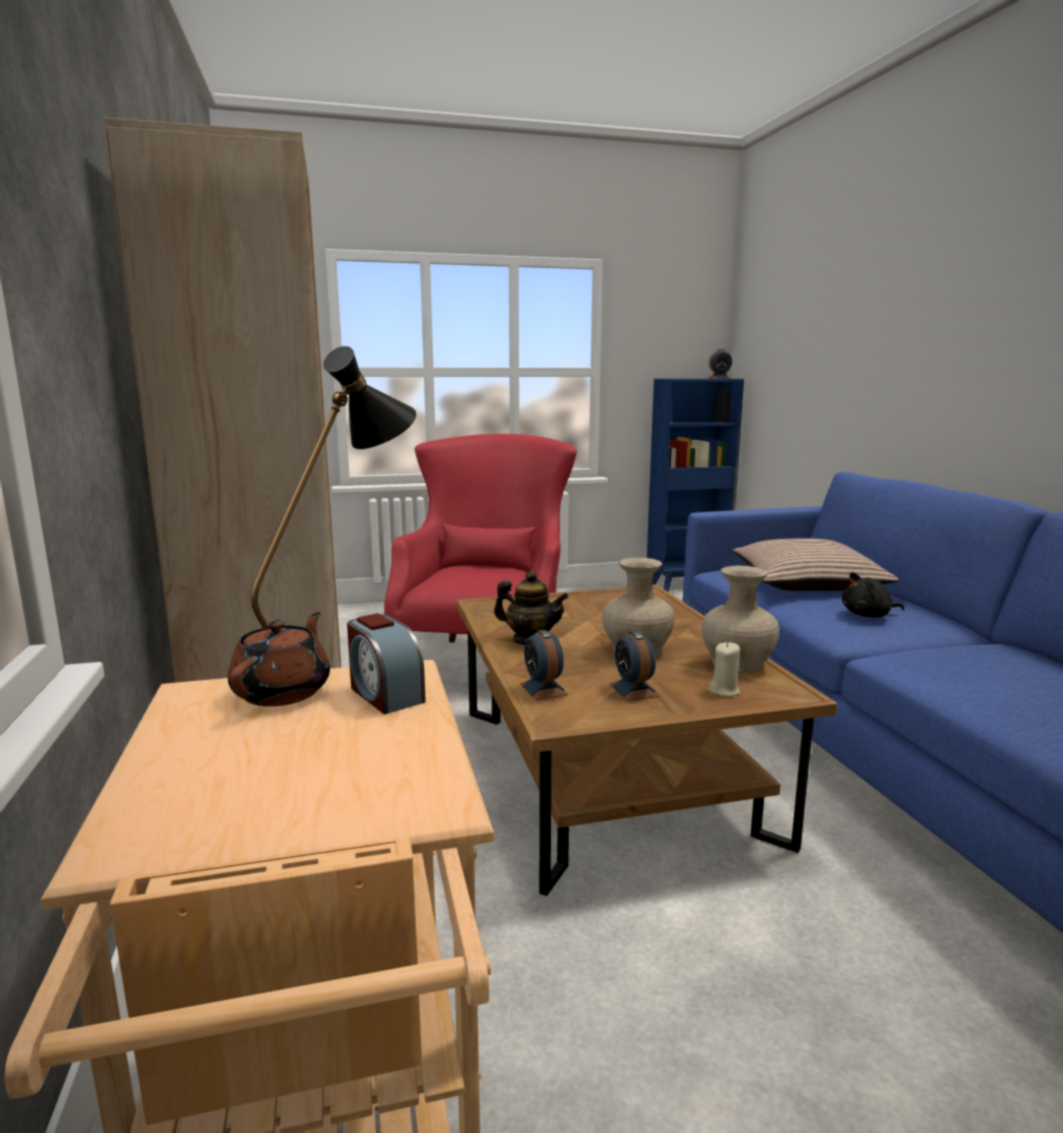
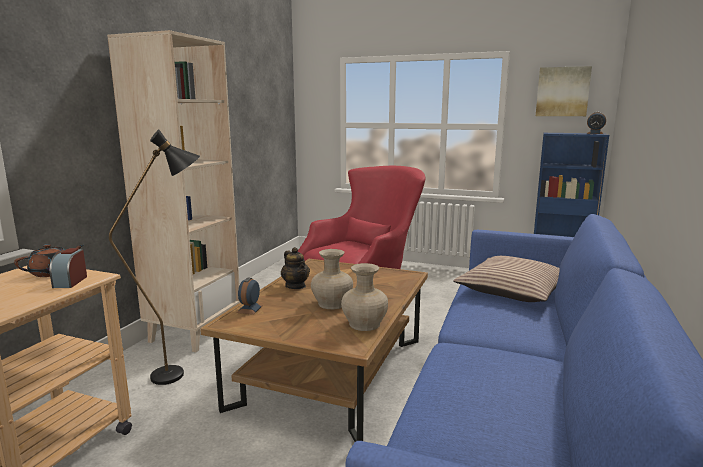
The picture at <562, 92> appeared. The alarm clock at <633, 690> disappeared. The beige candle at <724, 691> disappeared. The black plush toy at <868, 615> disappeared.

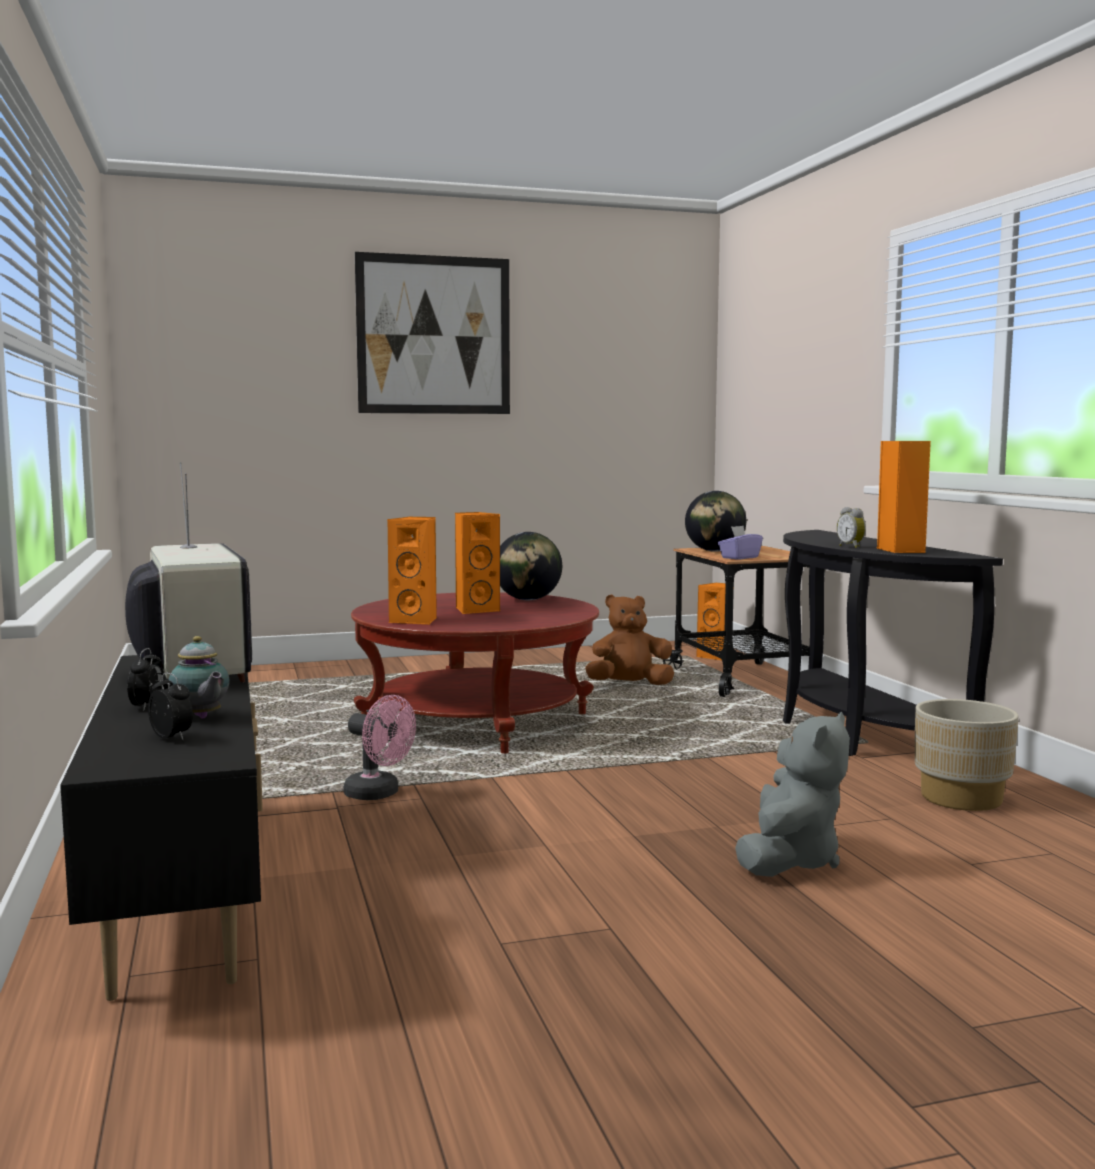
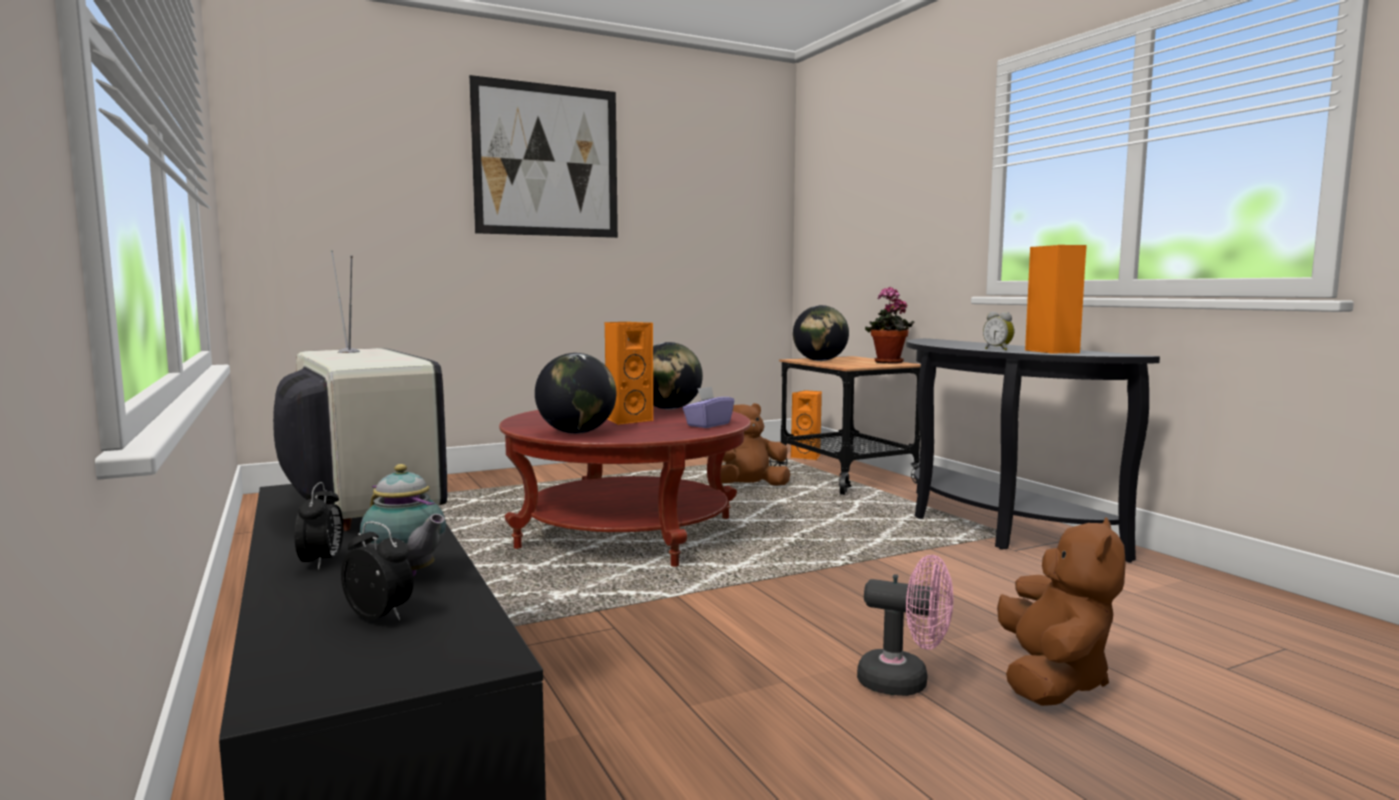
The orange speaker at <416, 620> was replaced by the globe at <576, 433>. The purple tissue box moved from <739, 558> to <708, 425>. The pink fan moved from <379, 794> to <905, 683>. The potted plant at <888, 362> appeared. The grey plush toy at <789, 860> became the brown plush toy at <1051, 679>. The beige planter at <961, 798> disappeared.

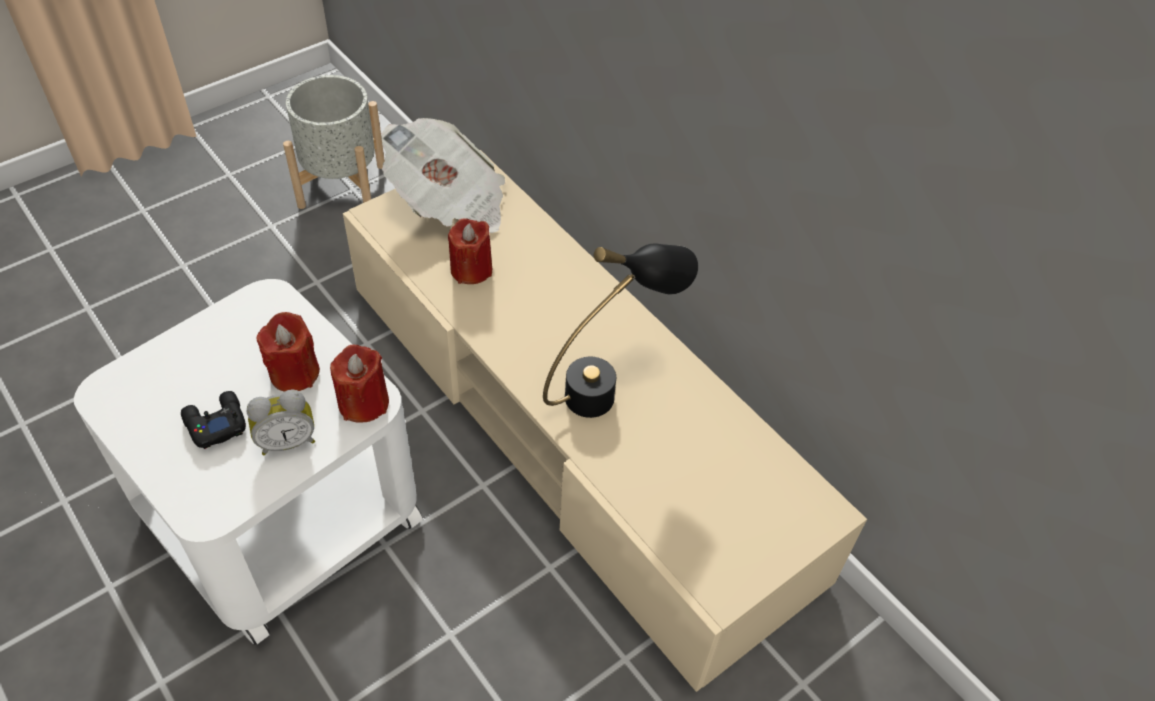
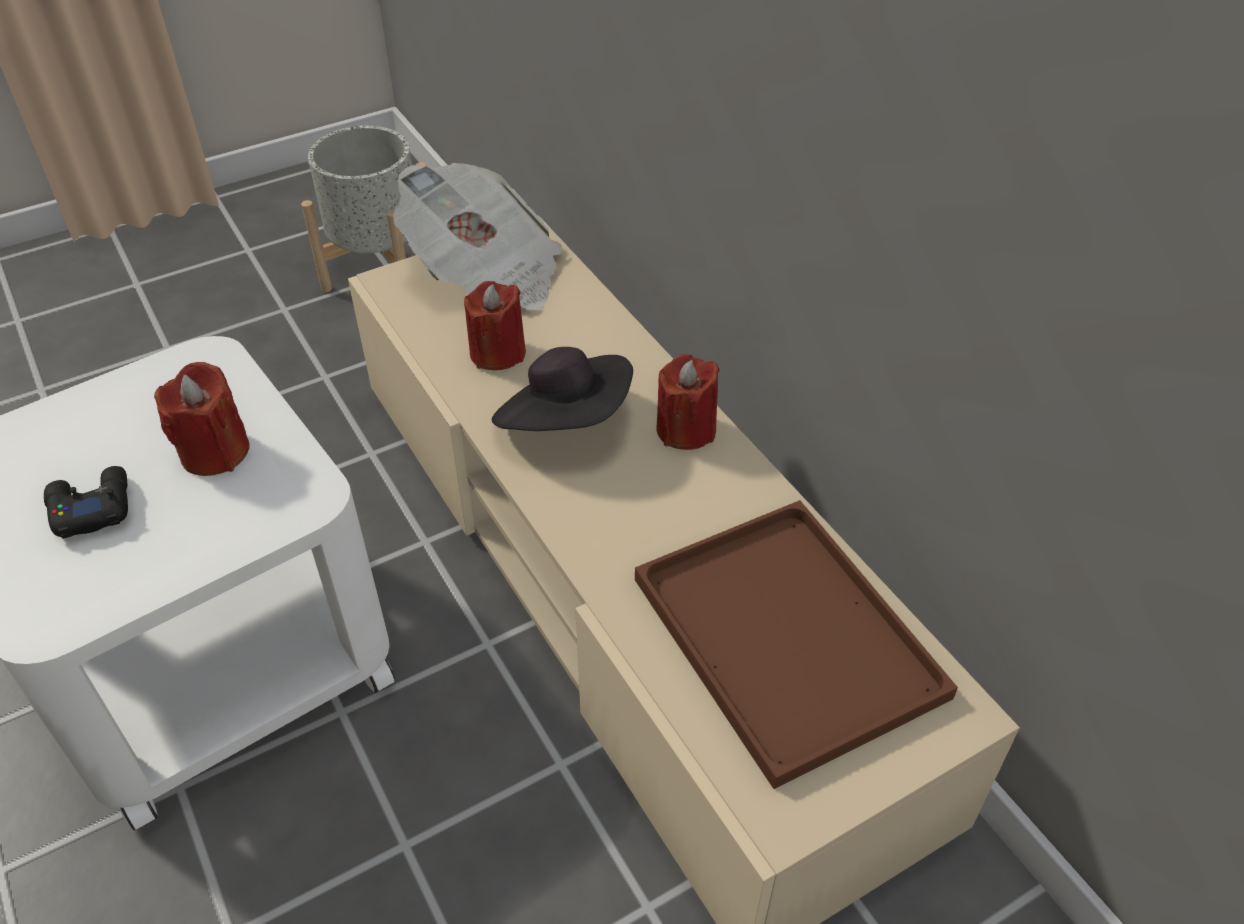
The black hat at <566, 422> appeared. The brown tray at <781, 634> appeared. The red candle moved from <363, 402> to <686, 429>. The alarm clock at <287, 441> disappeared. The black table lamp at <610, 387> disappeared.

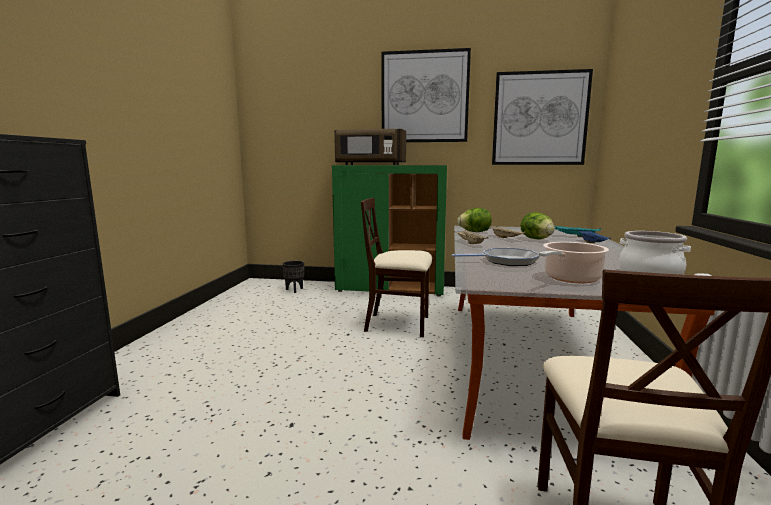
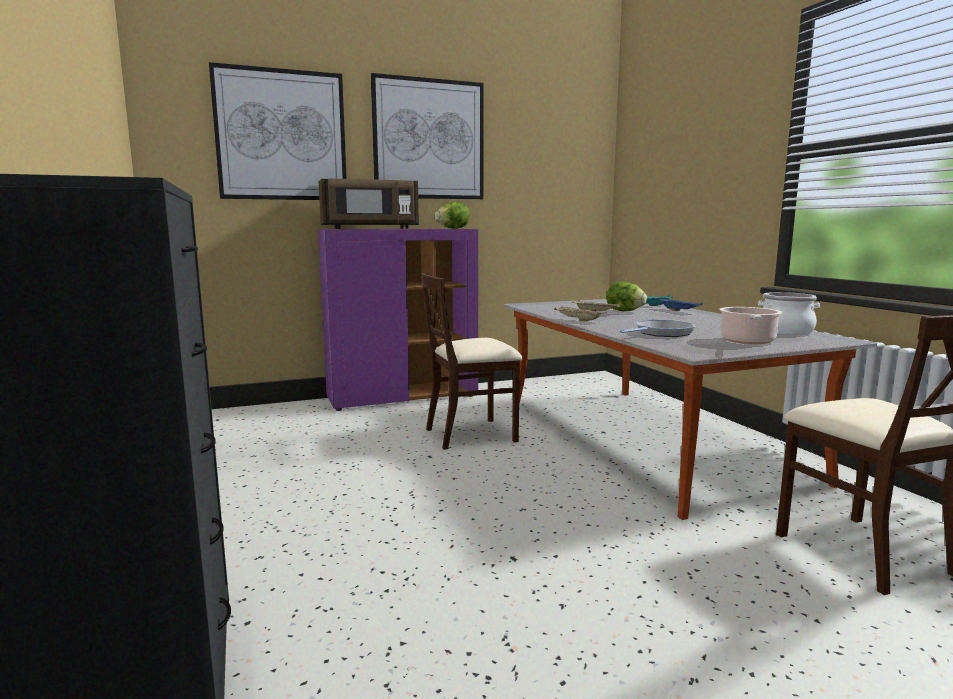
The picture moved from <540, 119> to <281, 135>. The green cabinet at <391, 289> became the purple cabinet at <403, 397>. The lettuce moved from <475, 232> to <453, 228>. The black planter at <294, 290> disappeared.

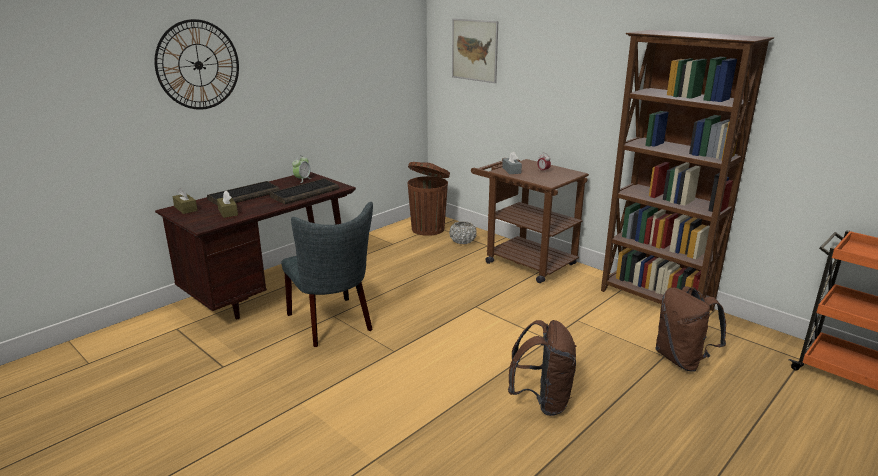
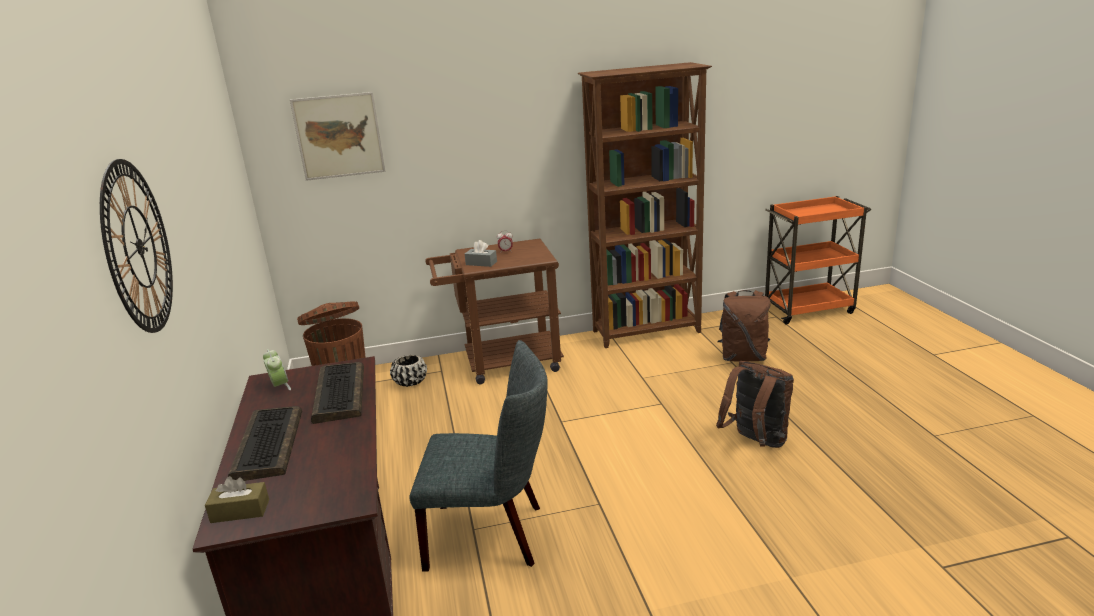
The white planter at <462, 241> became the black planter at <410, 382>. The brown tissue box at <228, 212> disappeared.

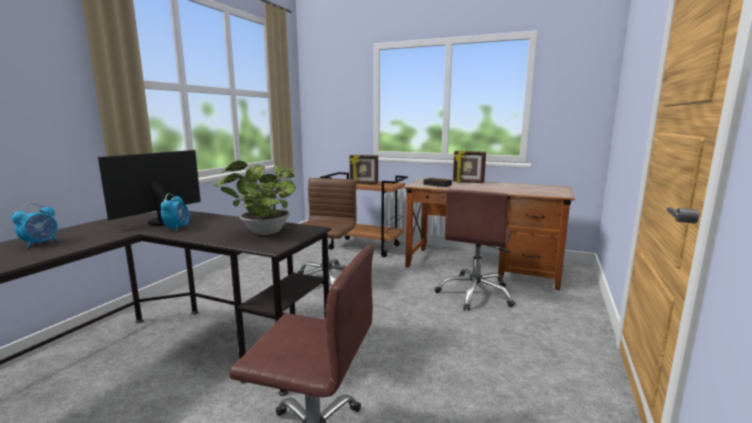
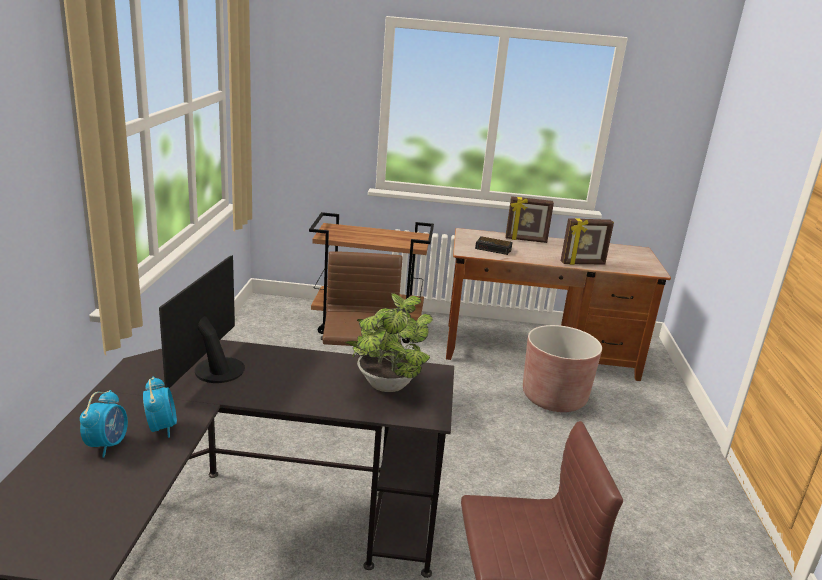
The alarm clock moved from <177, 228> to <161, 428>. The brown office chair at <475, 294> was replaced by the brown planter at <554, 398>. The picture frame moved from <363, 183> to <583, 263>.

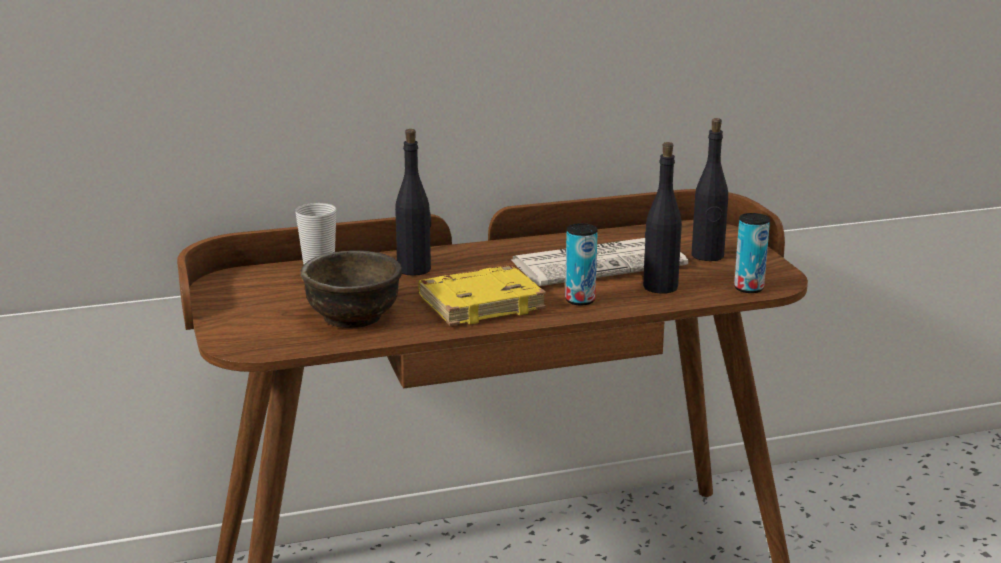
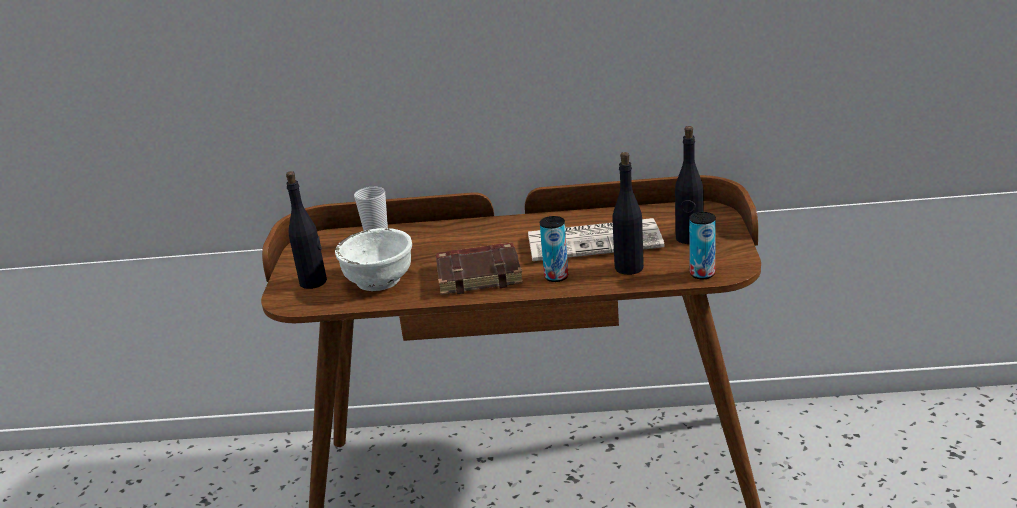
The black bottle moved from <414, 269> to <313, 282>. The brown bowl at <352, 316> became the white bowl at <379, 280>. The yellow book at <481, 303> became the brown book at <479, 274>.

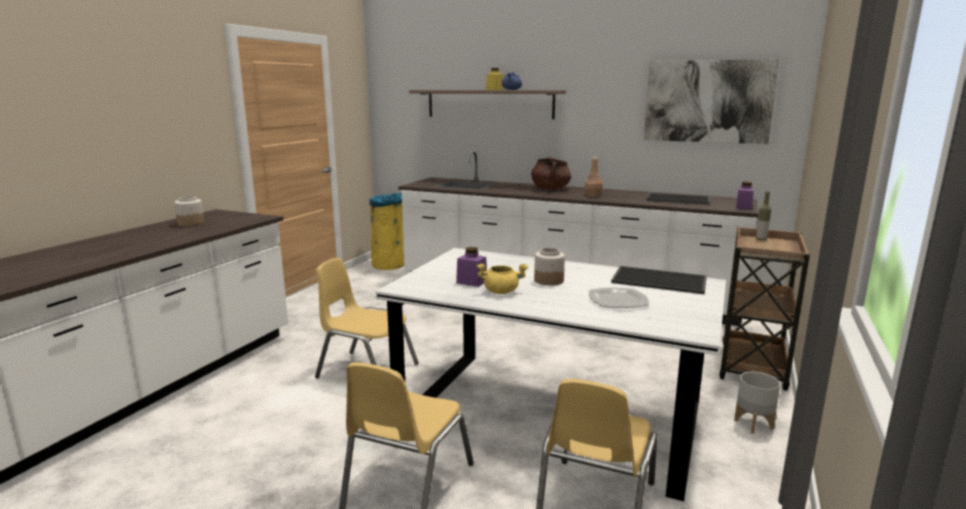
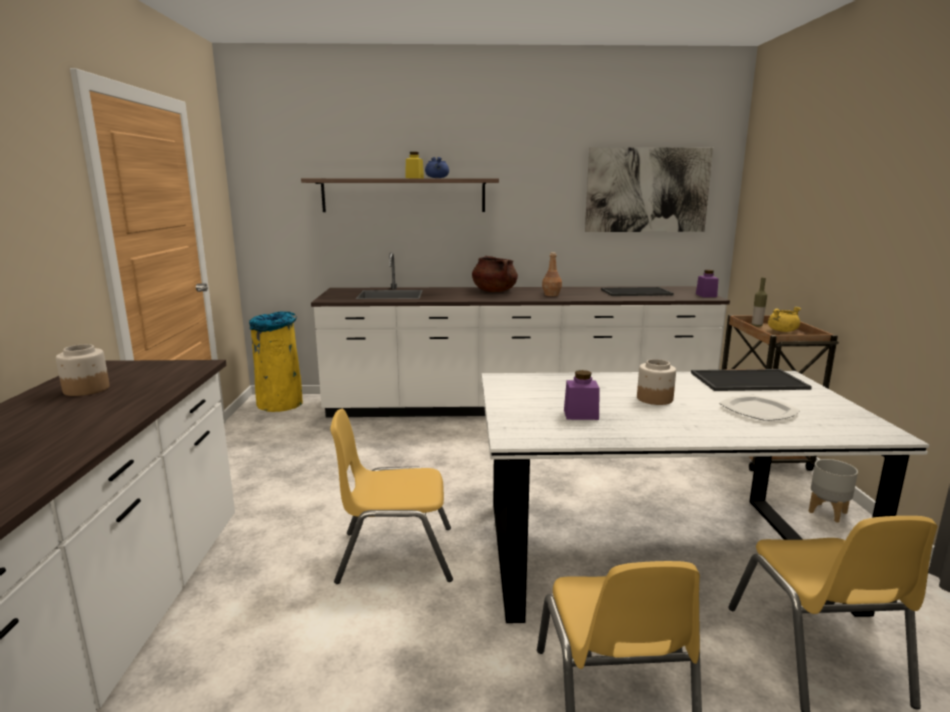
The yellow cooking pot moved from <501, 291> to <782, 330>.

